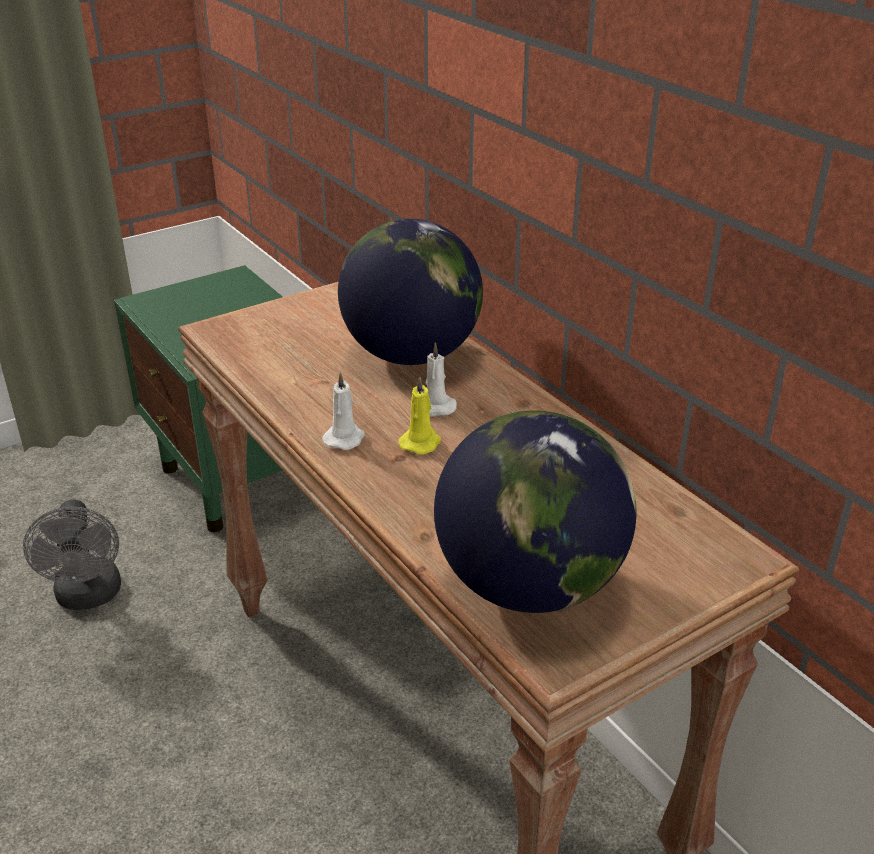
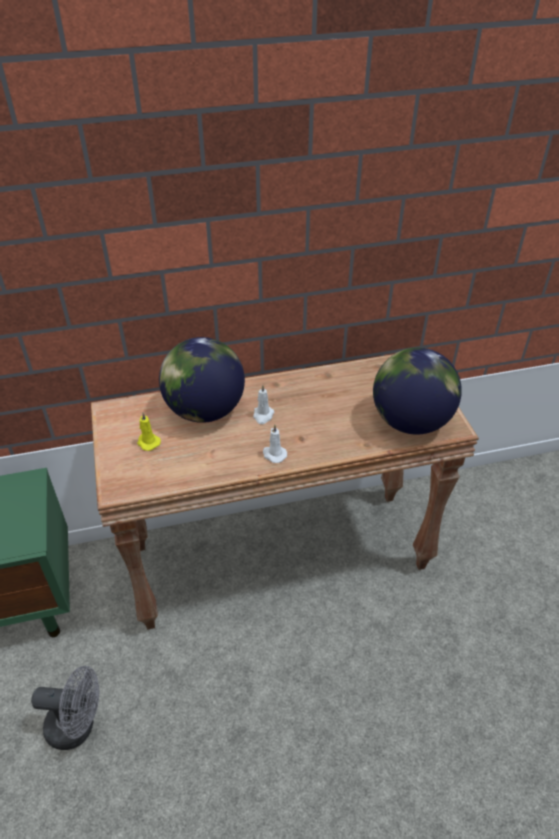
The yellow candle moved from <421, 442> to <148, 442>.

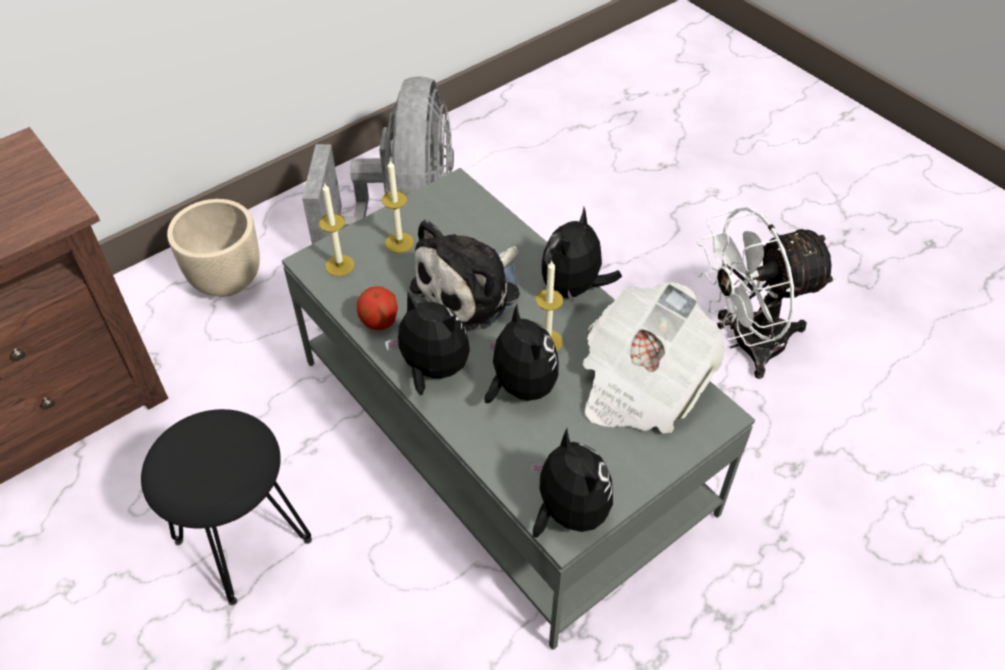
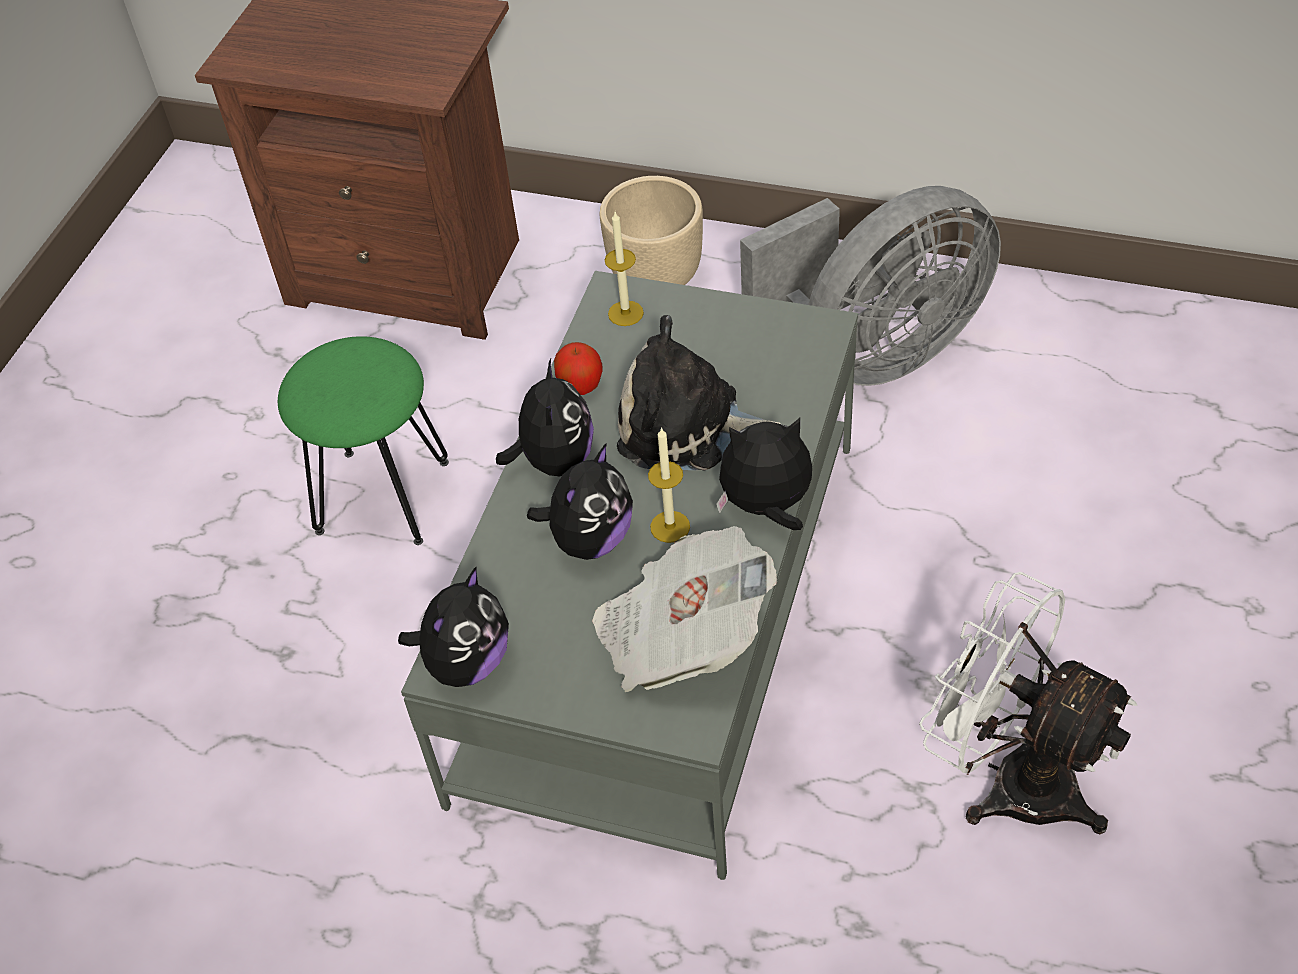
The black stool at <242, 539> became the green stool at <383, 495>. The candle at <399, 242> disappeared.

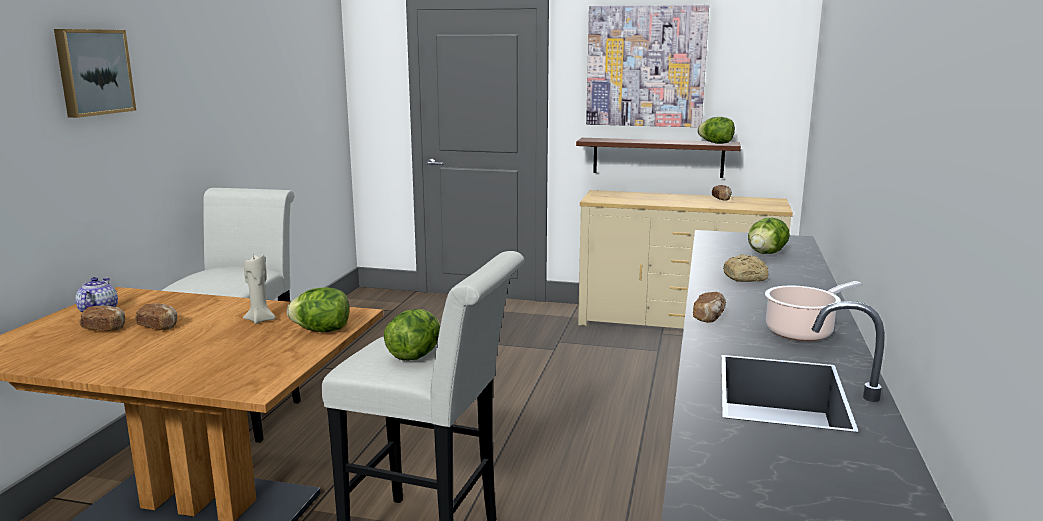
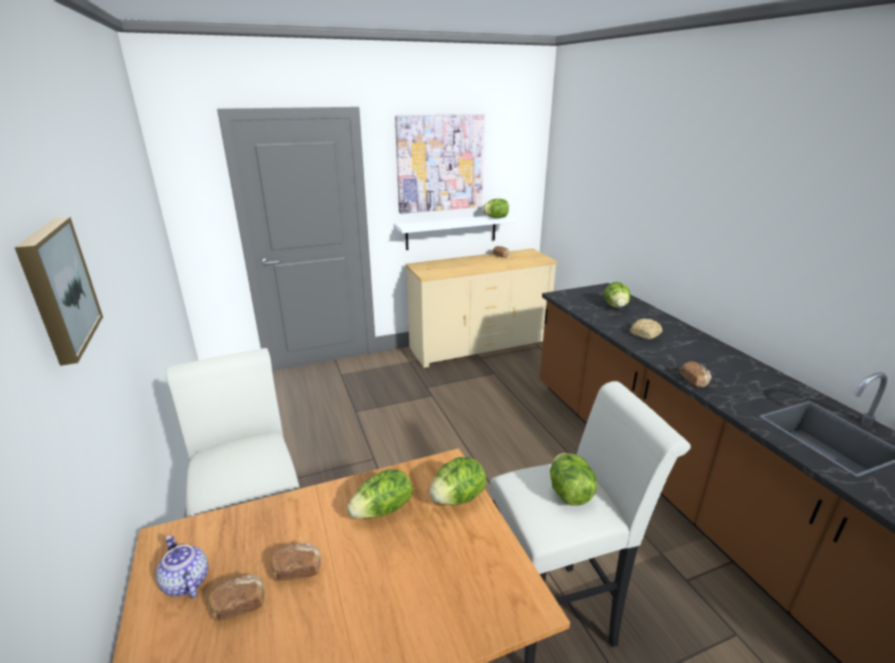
The beige candle at <260, 320> was replaced by the lettuce at <383, 509>. The brown shelf at <657, 157> became the white shelf at <451, 231>. The cooking pot at <802, 331> disappeared.

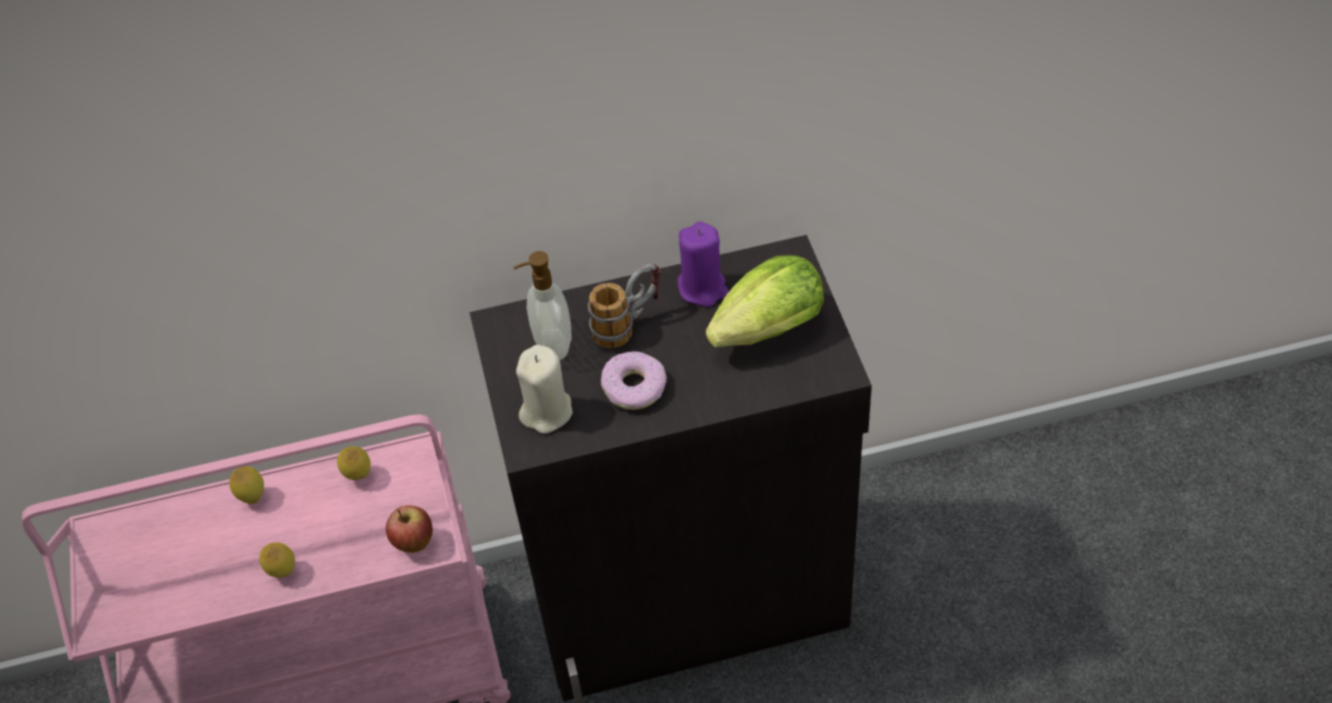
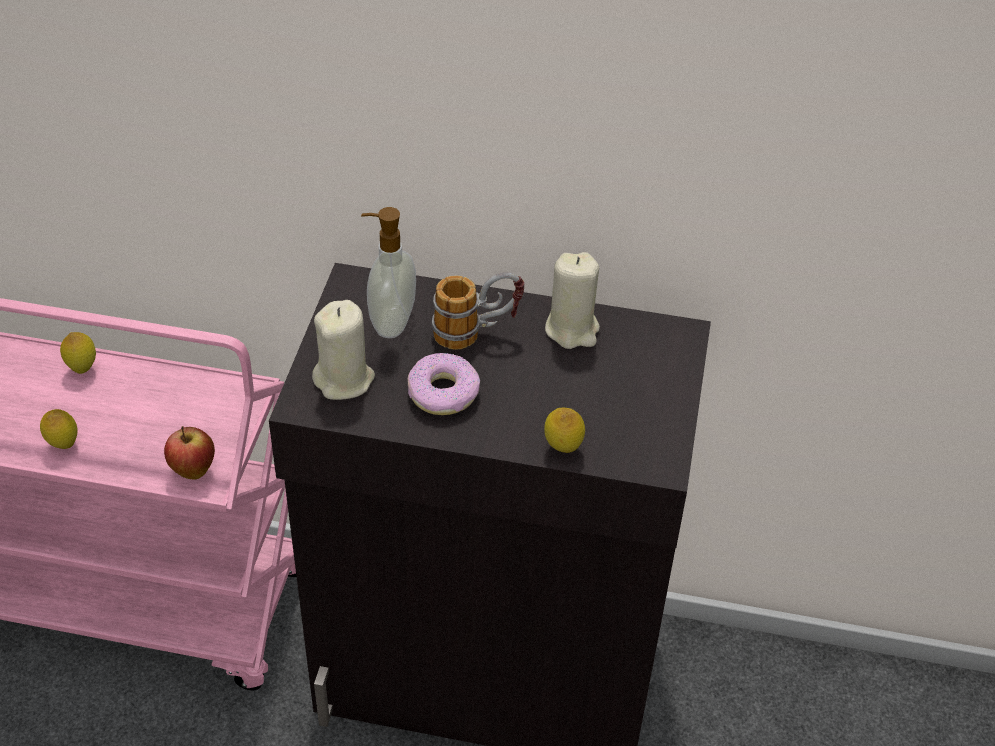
The lemon moved from <358, 476> to <563, 449>. The purple candle at <703, 288> became the beige candle at <572, 329>. The lettuce at <762, 333> disappeared.

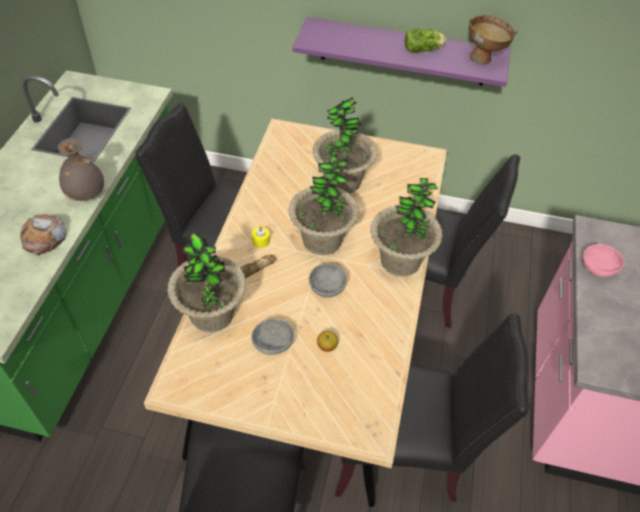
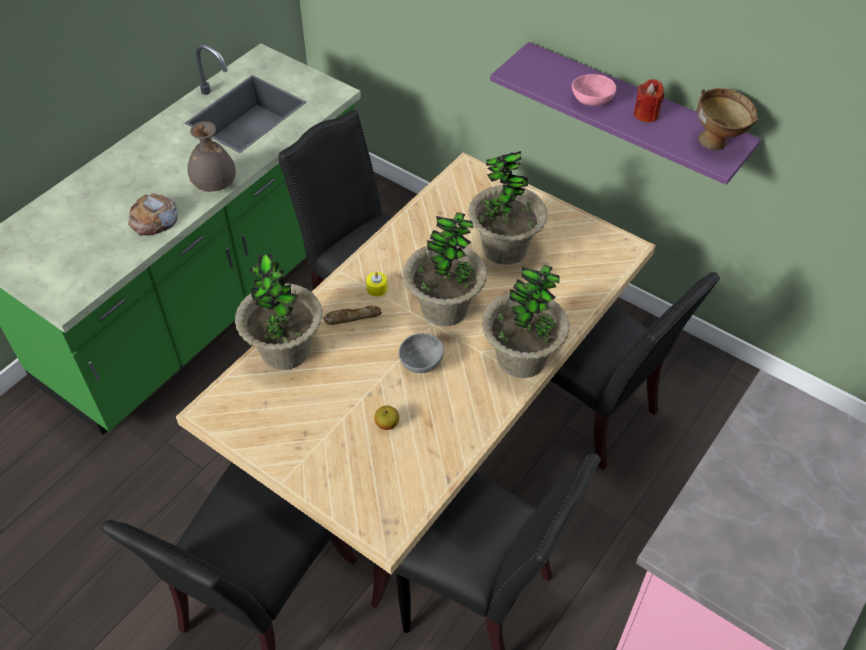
The pink bowl moved from <597, 268> to <591, 99>. The lettuce at <423, 50> was replaced by the red candle at <646, 114>. The grey bowl at <272, 343> disappeared.

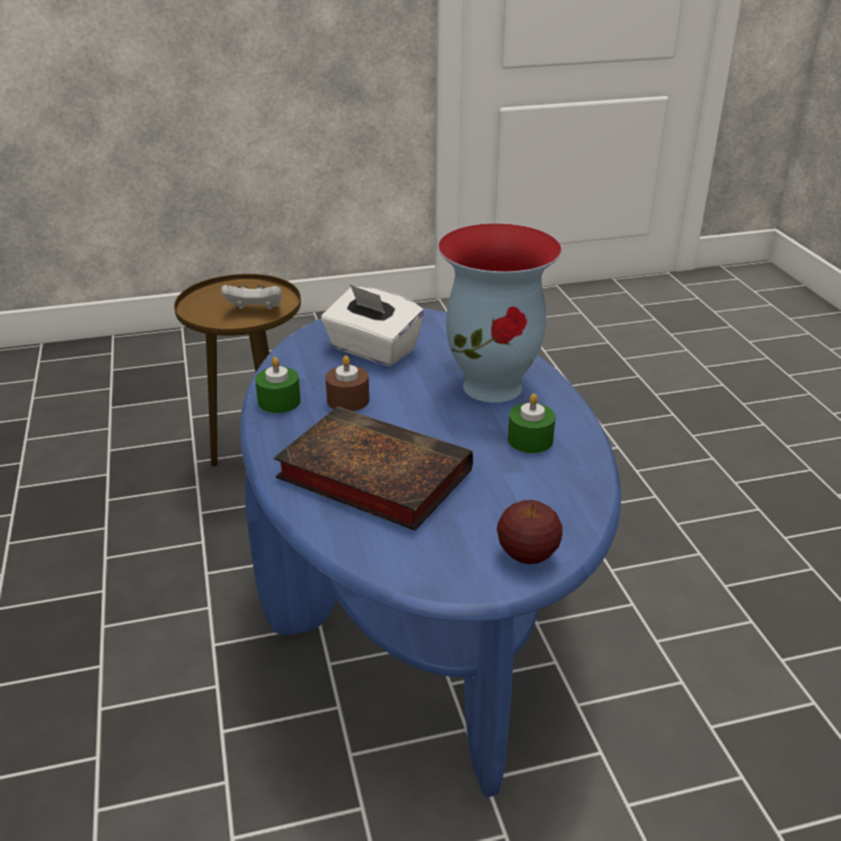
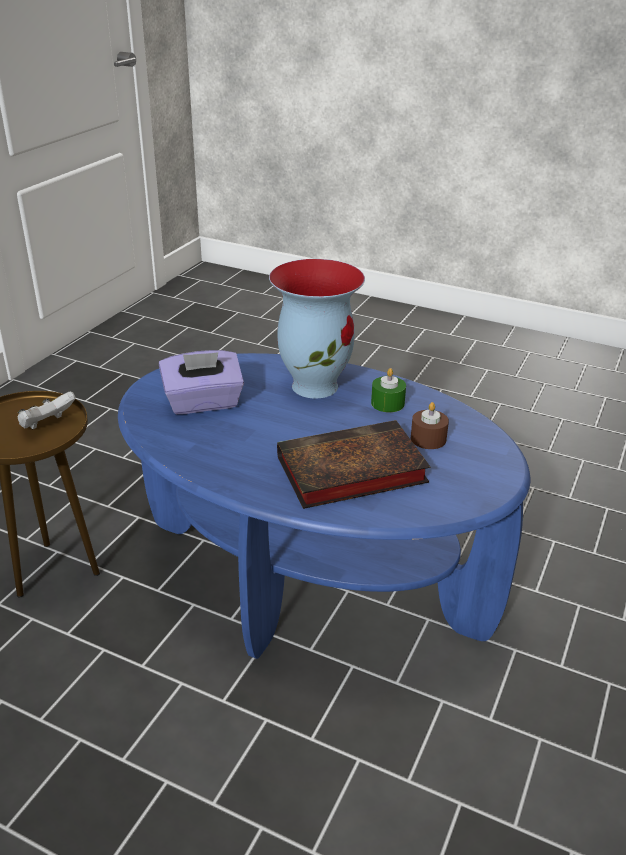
The white tissue box at <372, 350> became the purple tissue box at <203, 403>. The brown candle moved from <348, 400> to <428, 439>. The green candle at <279, 401> disappeared. The apple at <527, 555> disappeared.

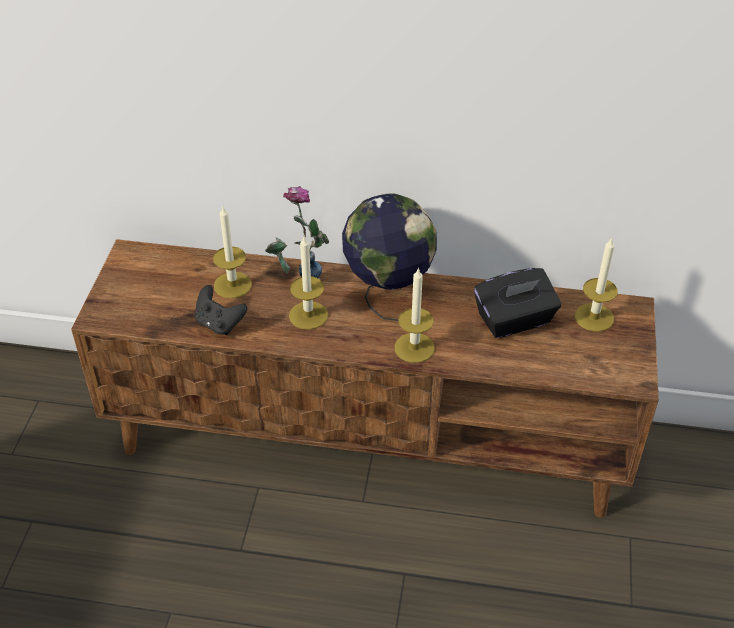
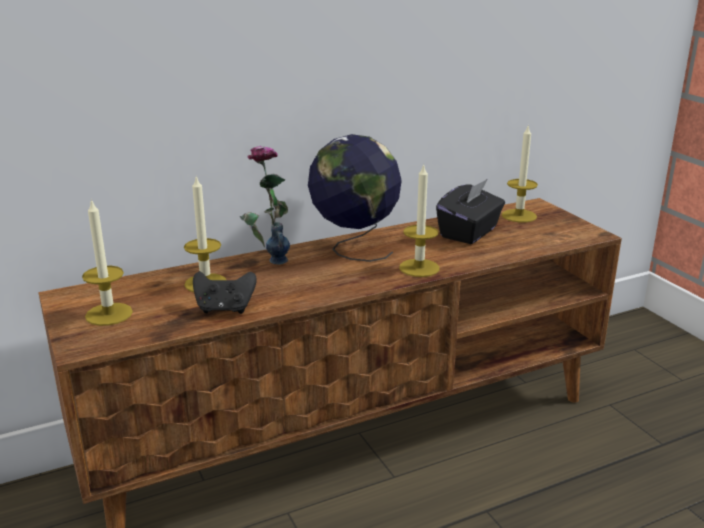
The candle moved from <308, 315> to <109, 314>.

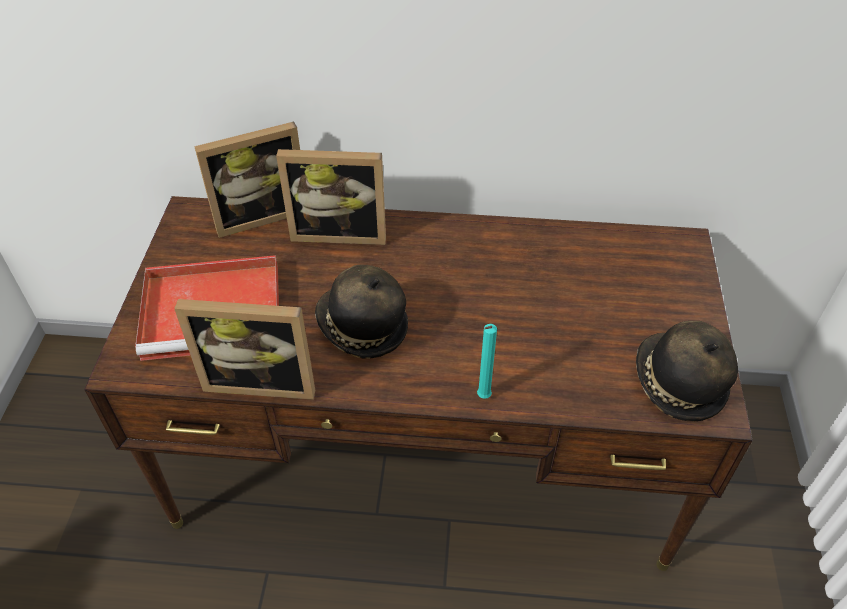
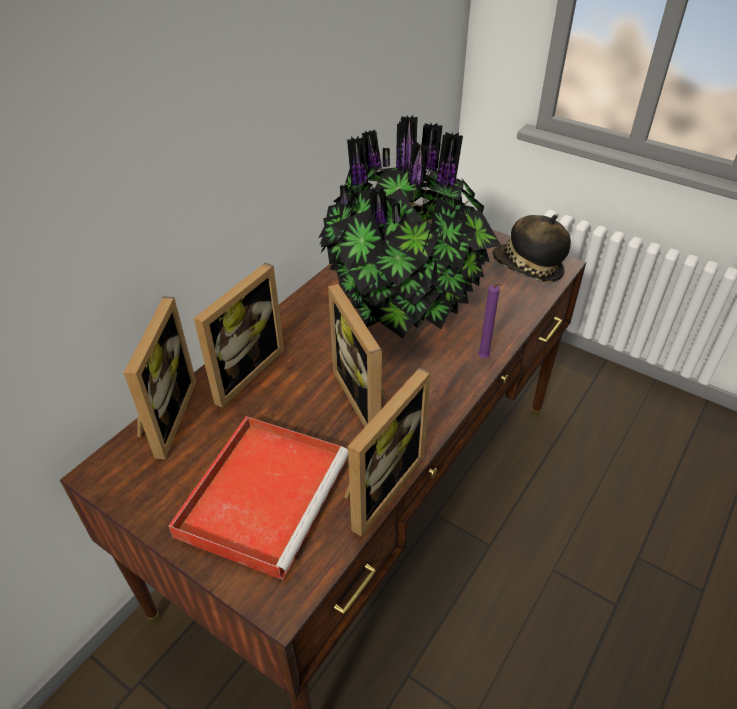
The potted plant at <405, 302> appeared. The hat at <362, 328> was replaced by the picture frame at <367, 398>. The turquoise candle at <482, 397> became the purple candle at <484, 359>.

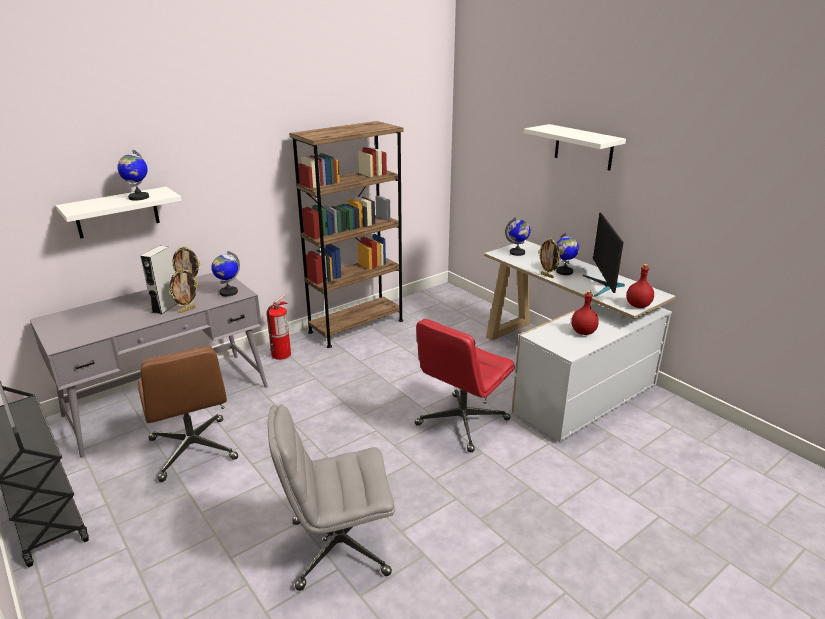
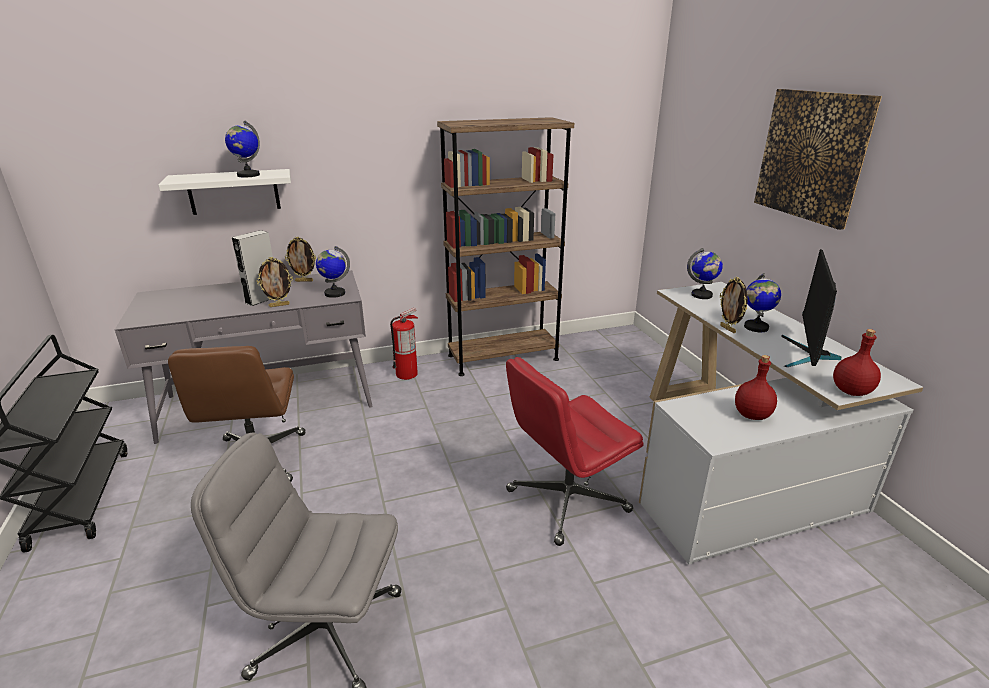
The white shelf at <583, 147> was replaced by the picture at <812, 156>.

